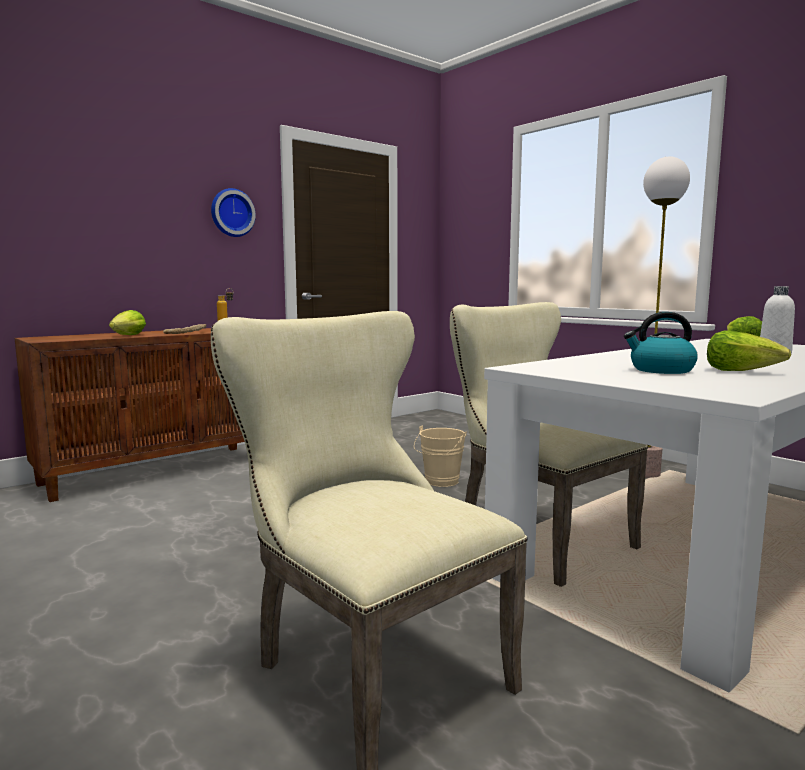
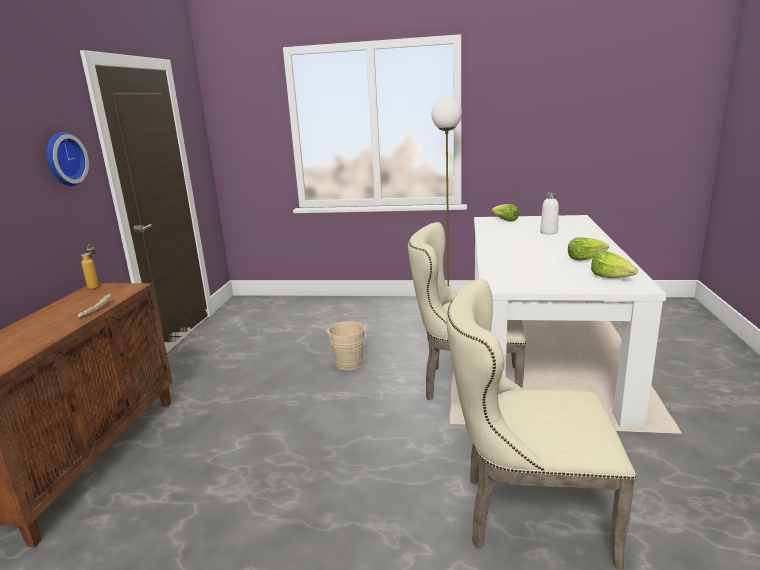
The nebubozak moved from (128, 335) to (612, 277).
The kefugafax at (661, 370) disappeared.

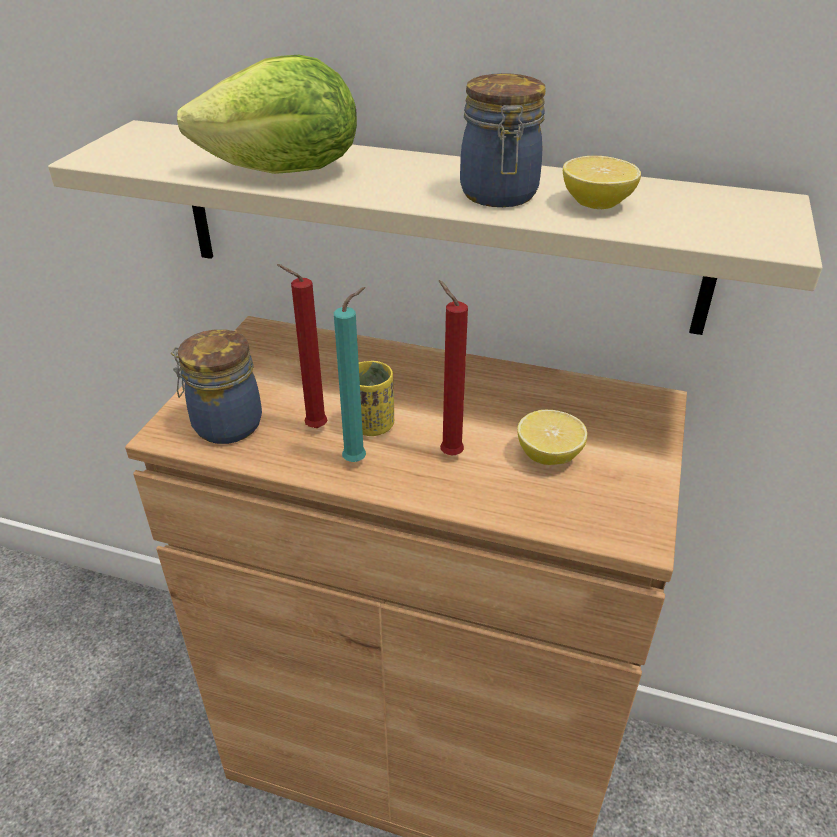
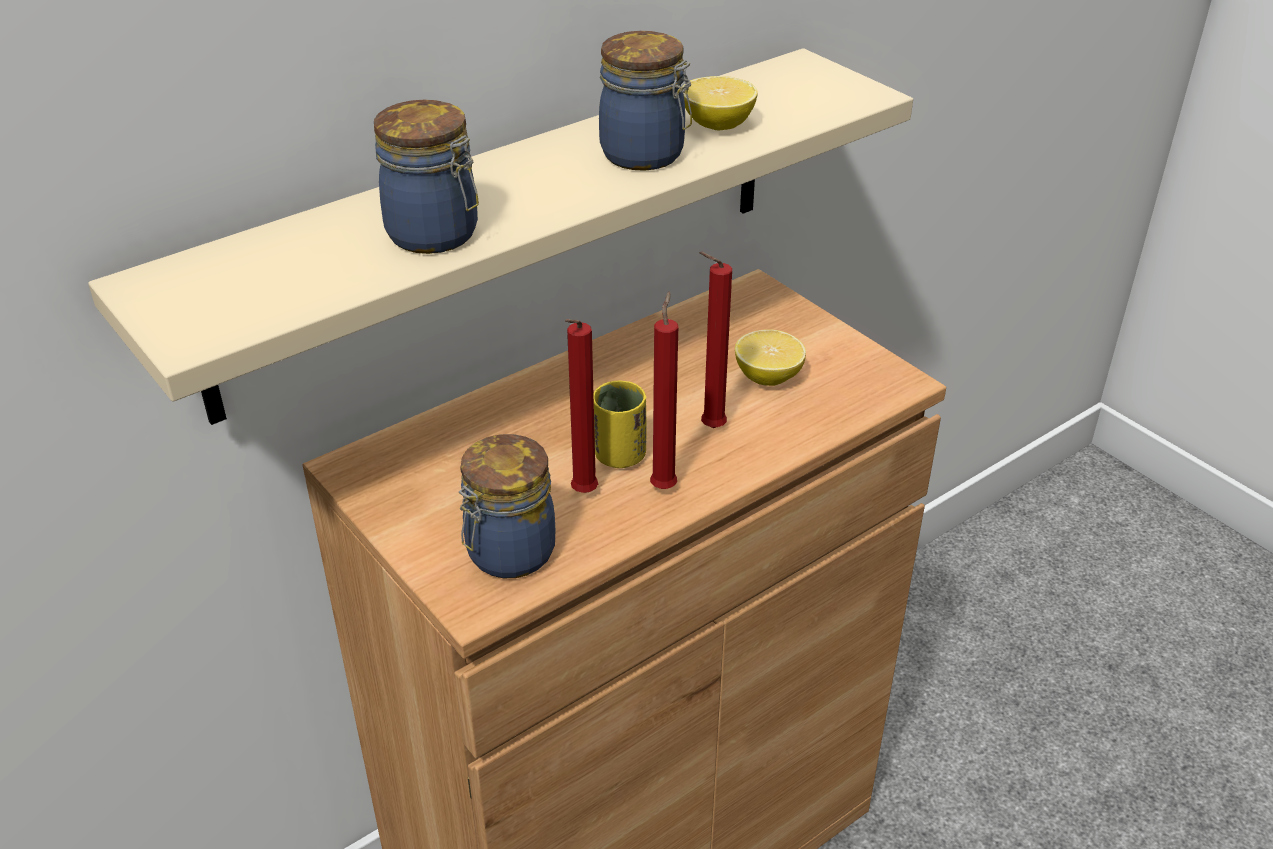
The nebubozak at (284, 173) was replaced by the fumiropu at (436, 235).
The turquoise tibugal at (358, 460) became the red tibugal at (664, 485).

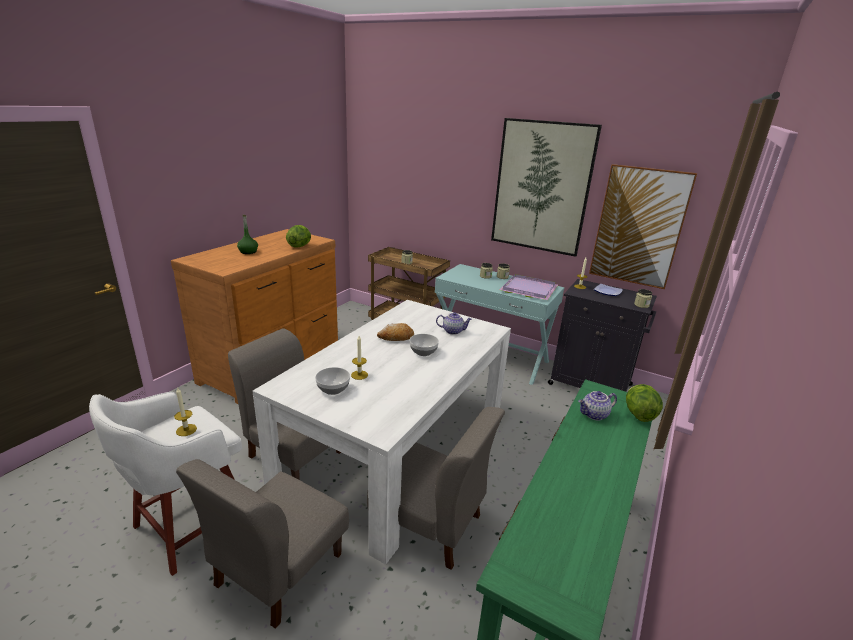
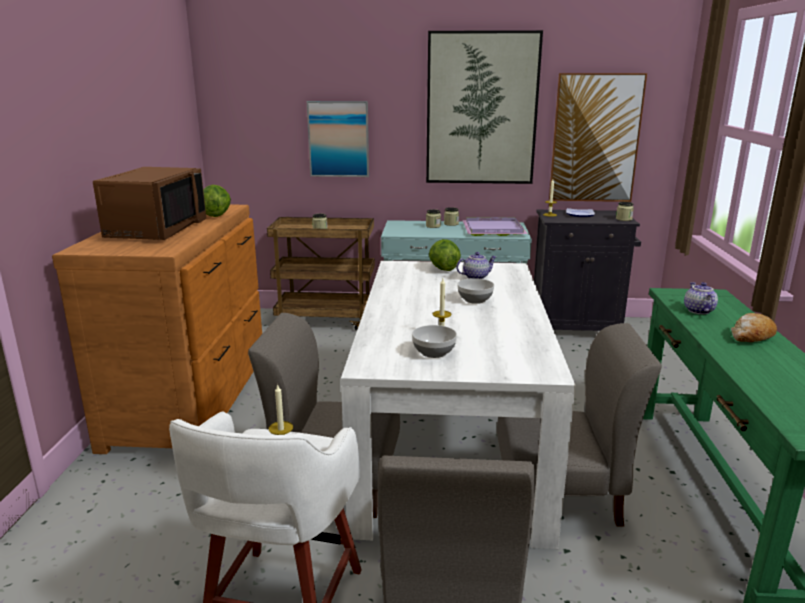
The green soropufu at (248, 252) was replaced by the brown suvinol at (155, 230).
The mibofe moved from (396, 338) to (751, 336).
The nebubozak moved from (638, 414) to (443, 269).
The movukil at (594, 415) turned 135 degrees clockwise.
The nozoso at (338, 139) appeared.

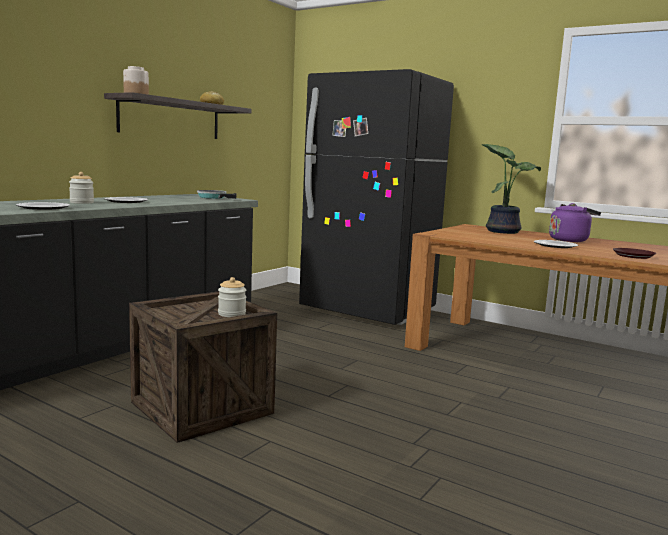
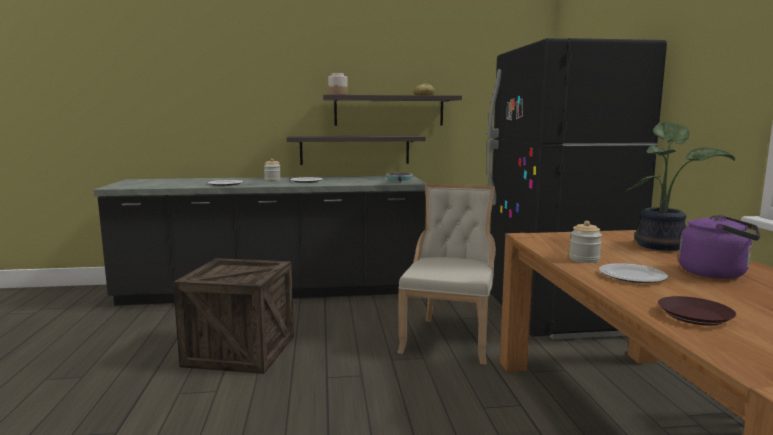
The fumiropu moved from (232, 314) to (584, 259).
The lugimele at (355, 150) appeared.
The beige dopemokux at (449, 338) appeared.

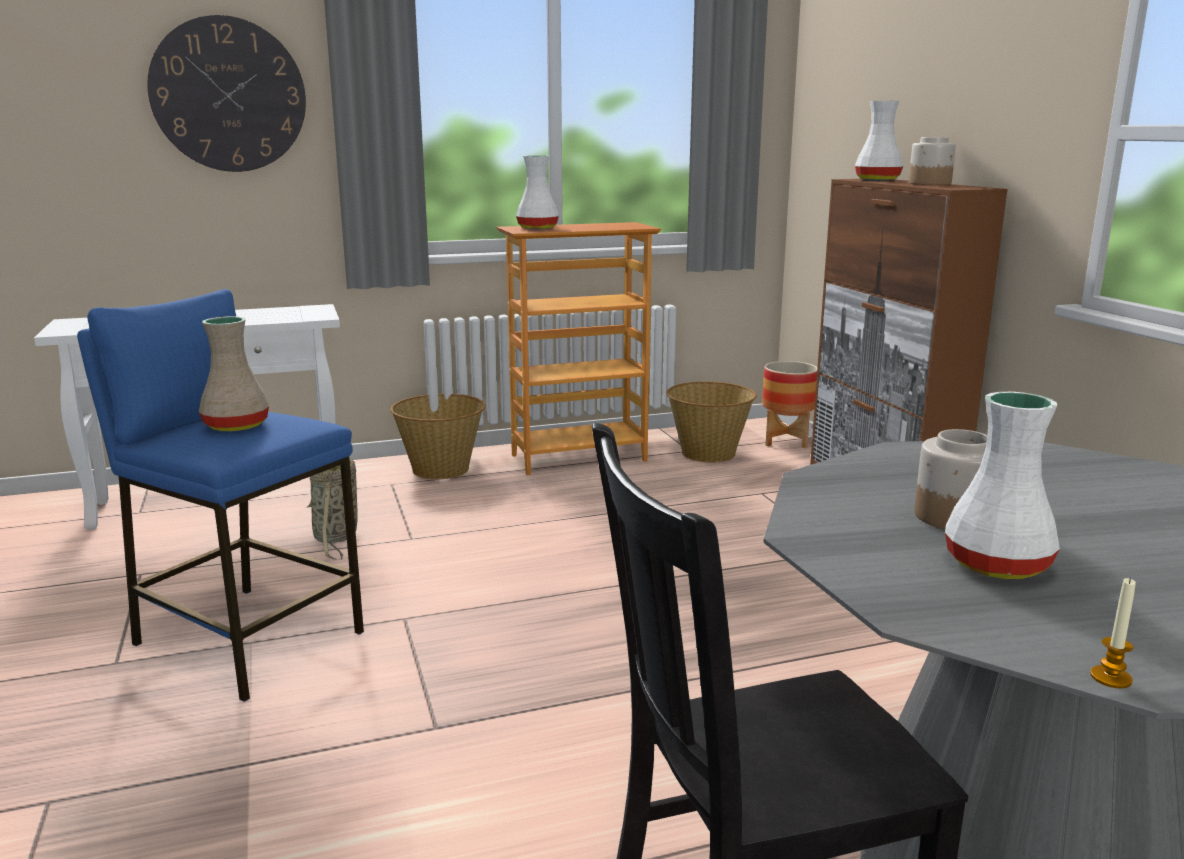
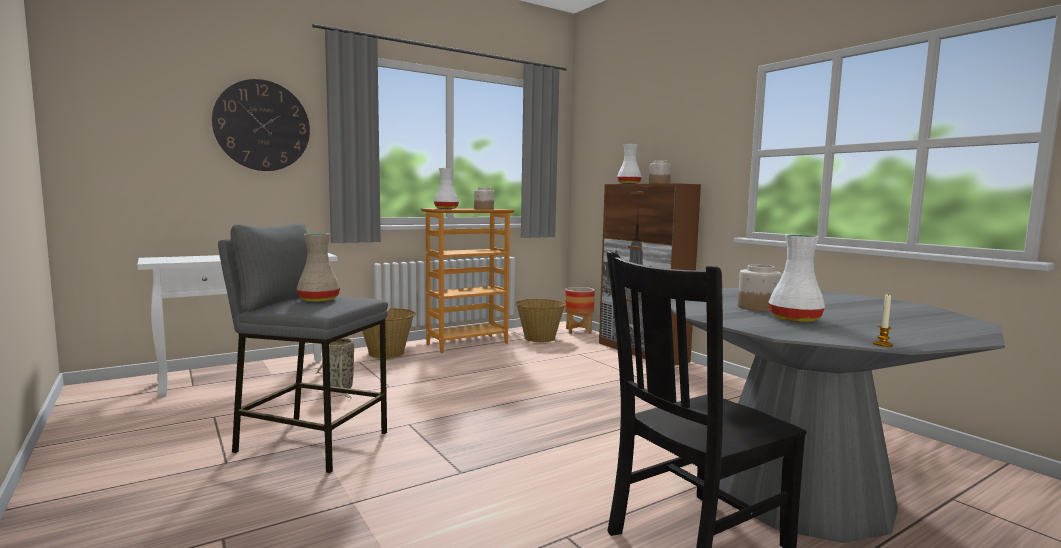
The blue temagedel at (248, 638) became the grey temagedel at (312, 442).
The fumiropu at (483, 209) appeared.

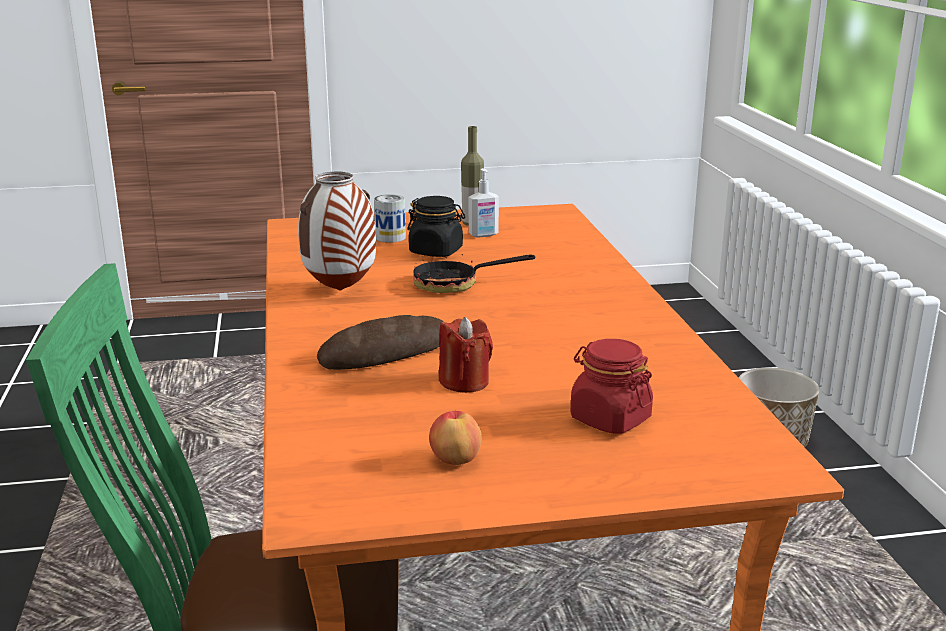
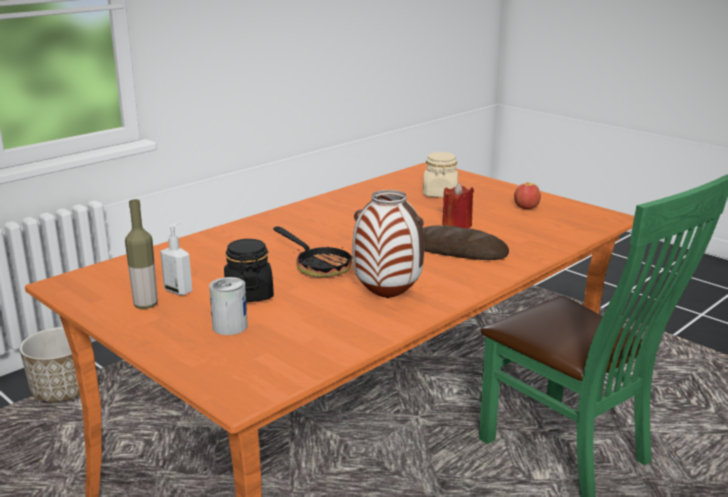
The red fumiropu at (609, 419) became the beige fumiropu at (440, 194).

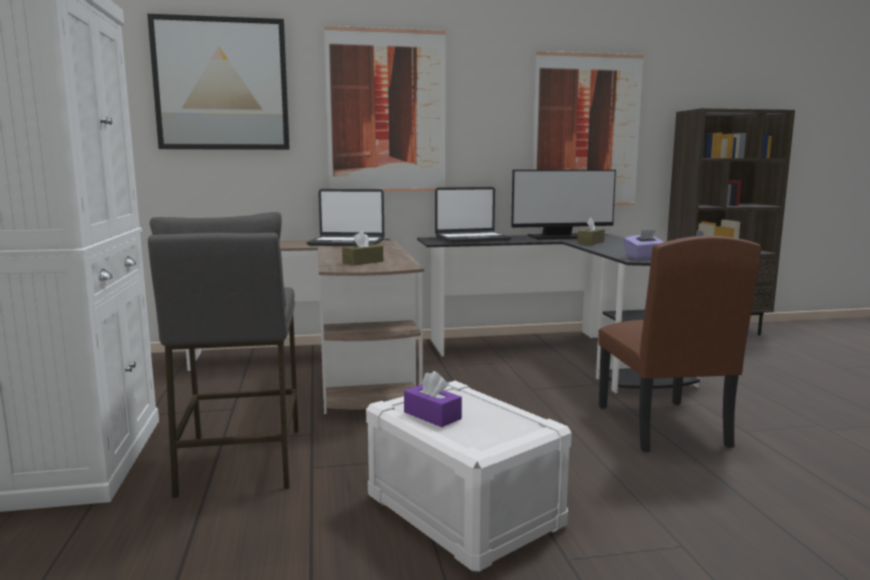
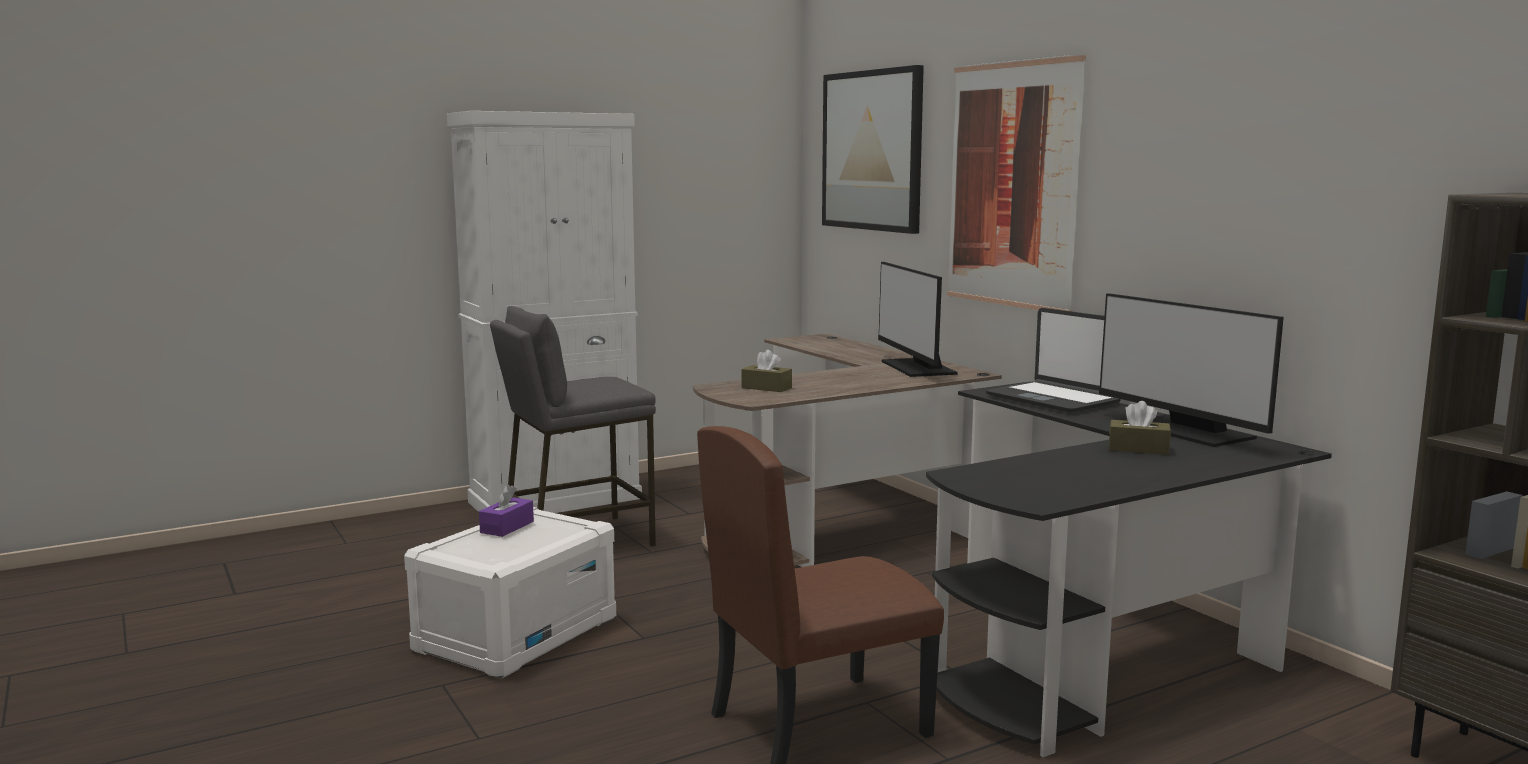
The nozoso at (586, 130) disappeared.
The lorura at (346, 243) was replaced by the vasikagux at (916, 368).
The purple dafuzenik at (644, 258) disappeared.

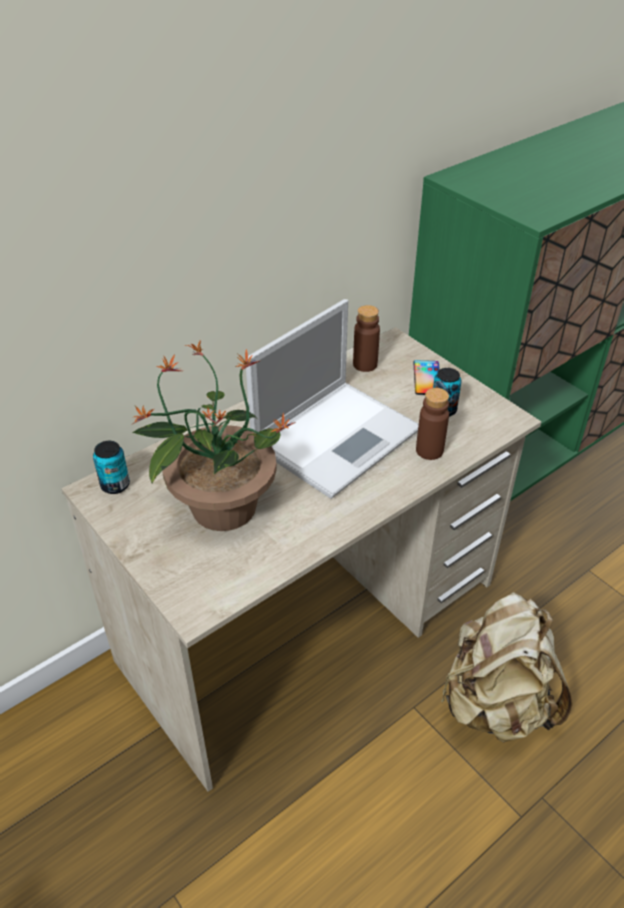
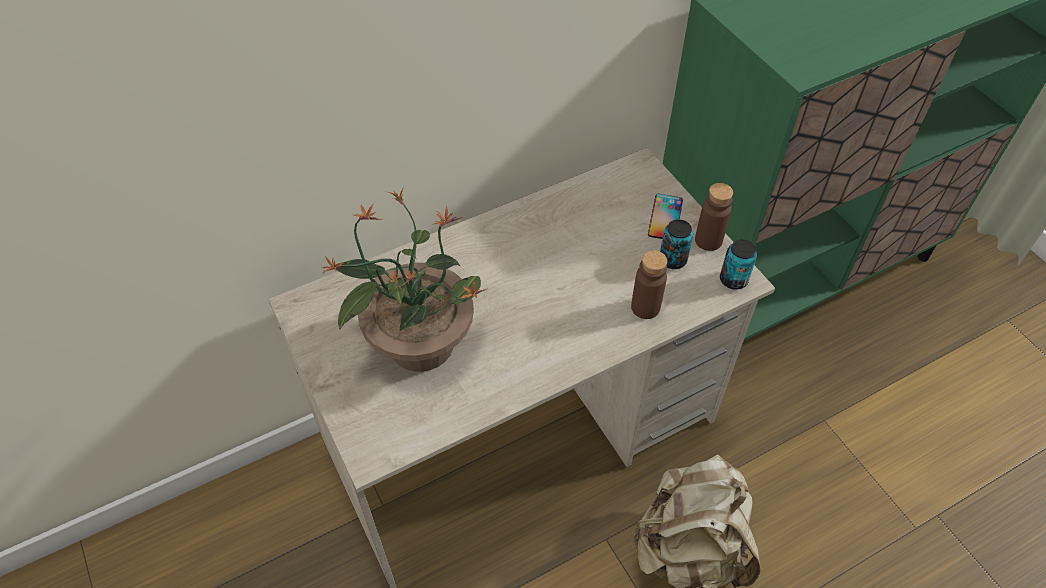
The lorura at (338, 436) disappeared.
The brown soropufu moved from (365, 364) to (708, 240).
The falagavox moved from (115, 485) to (733, 280).

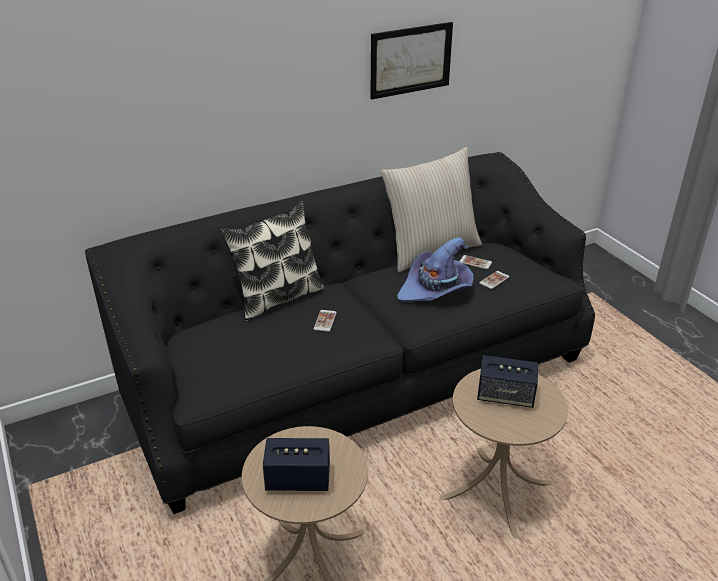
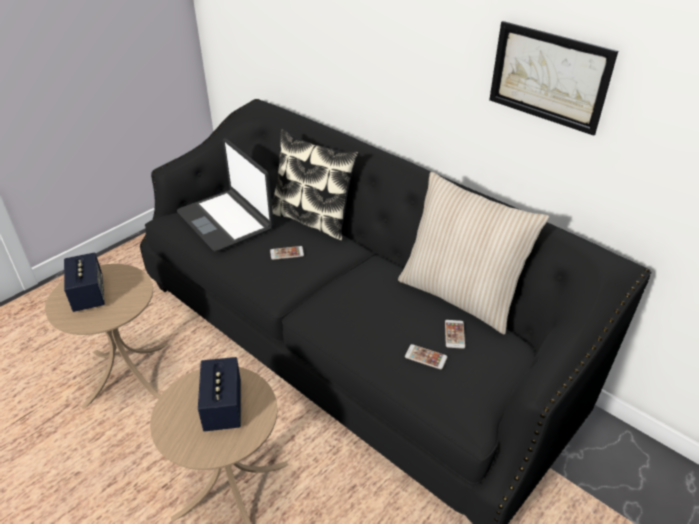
The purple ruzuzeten at (436, 289) disappeared.
The lorura at (226, 221) appeared.

